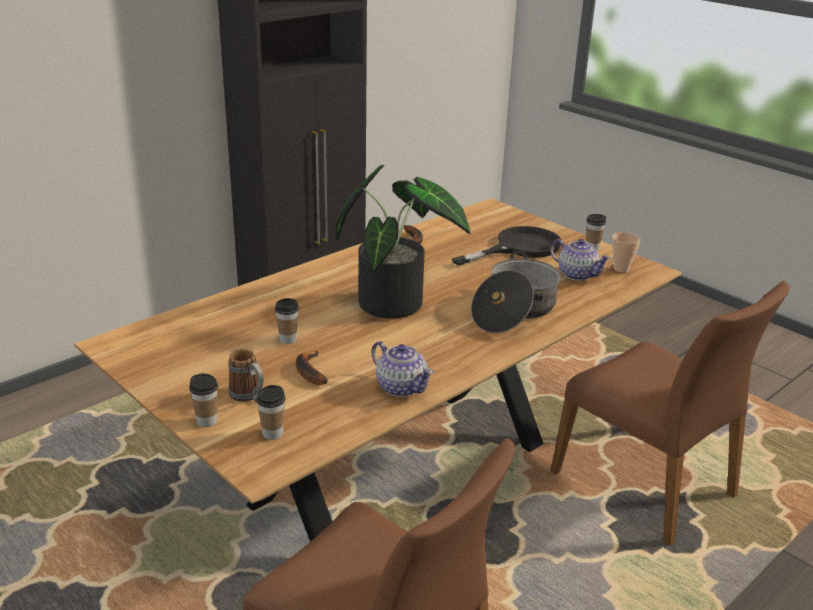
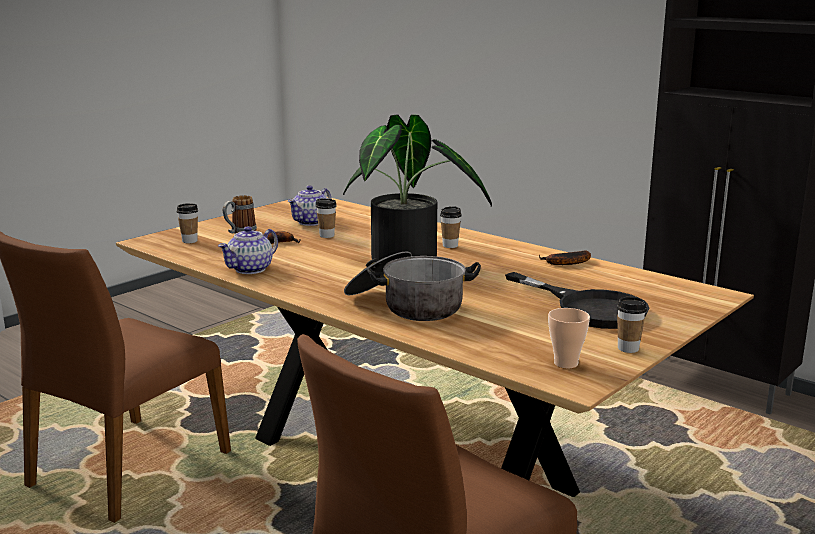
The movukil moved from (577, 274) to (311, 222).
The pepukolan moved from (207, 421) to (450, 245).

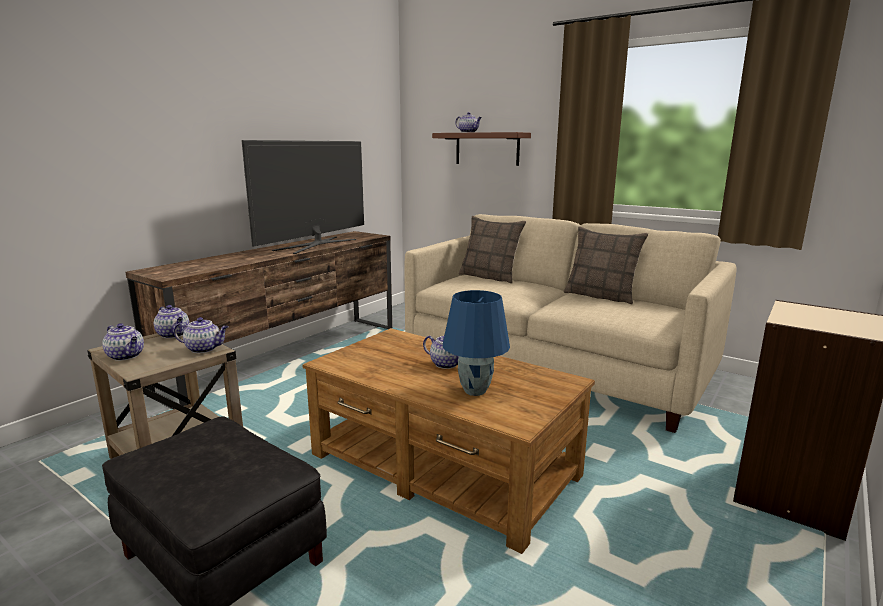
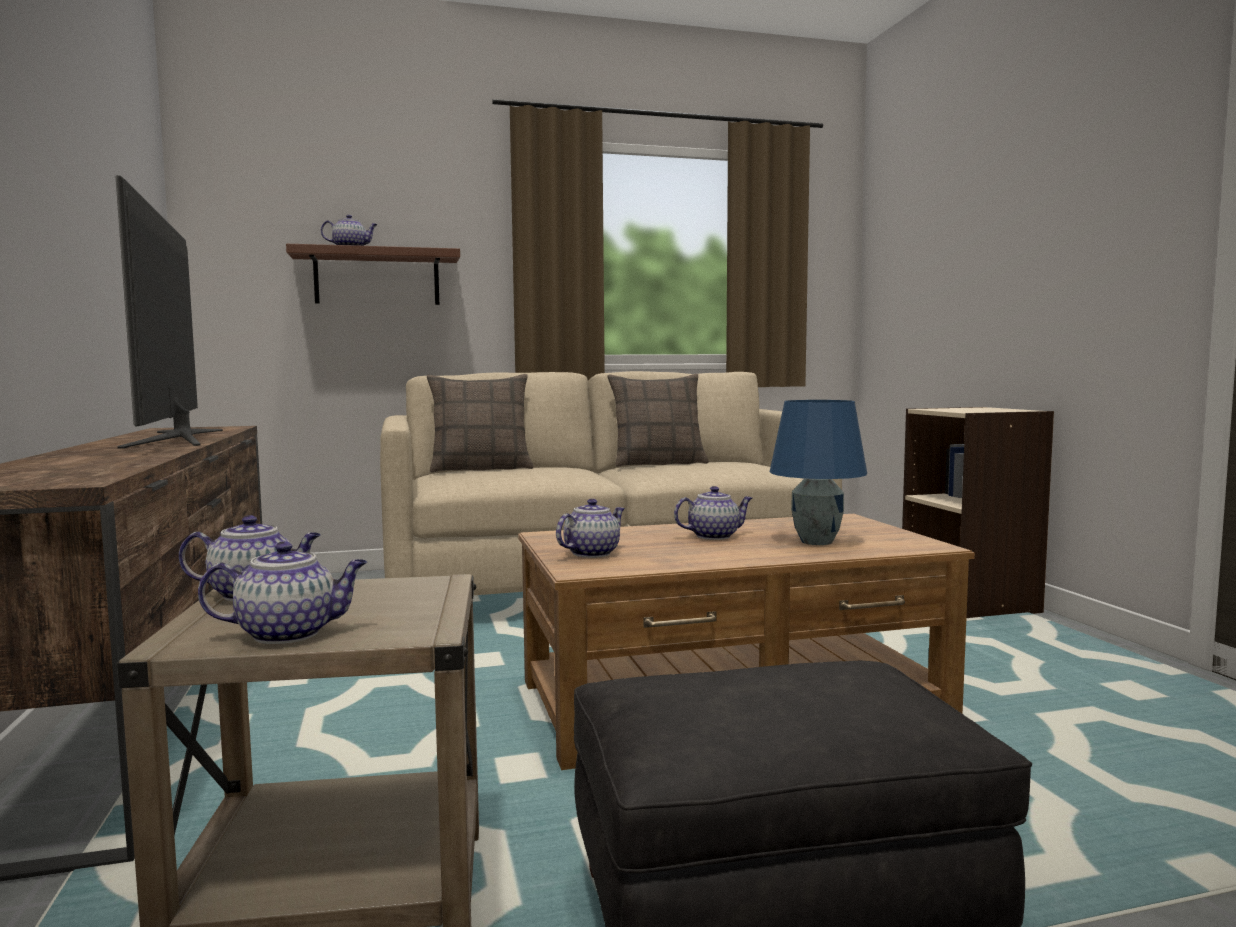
The movukil moved from (204, 349) to (592, 553).

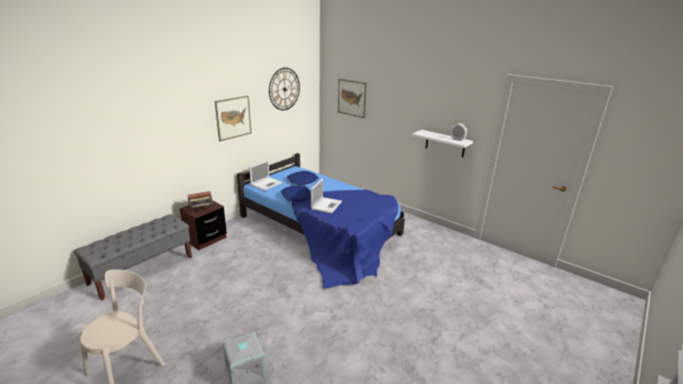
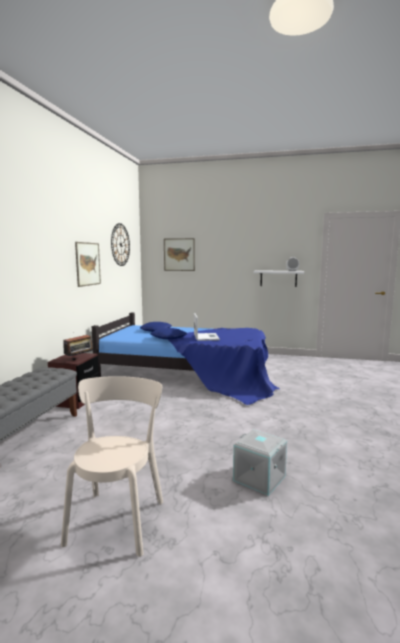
The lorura at (267, 184) disappeared.

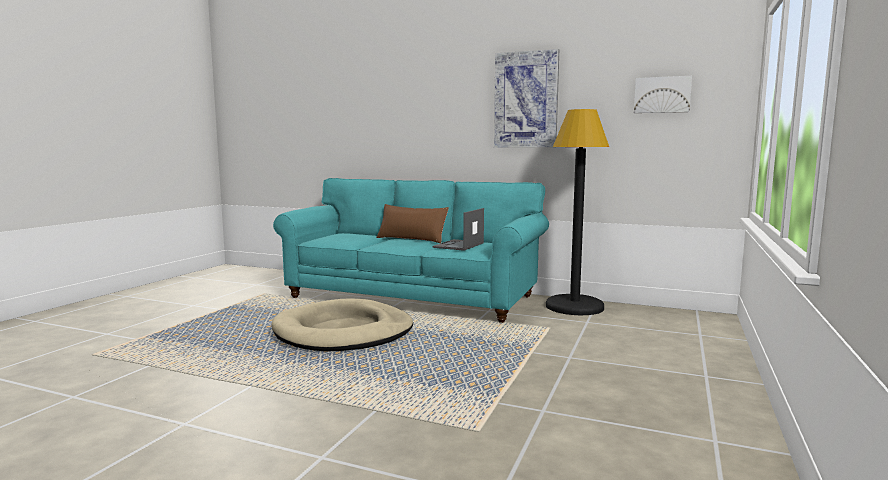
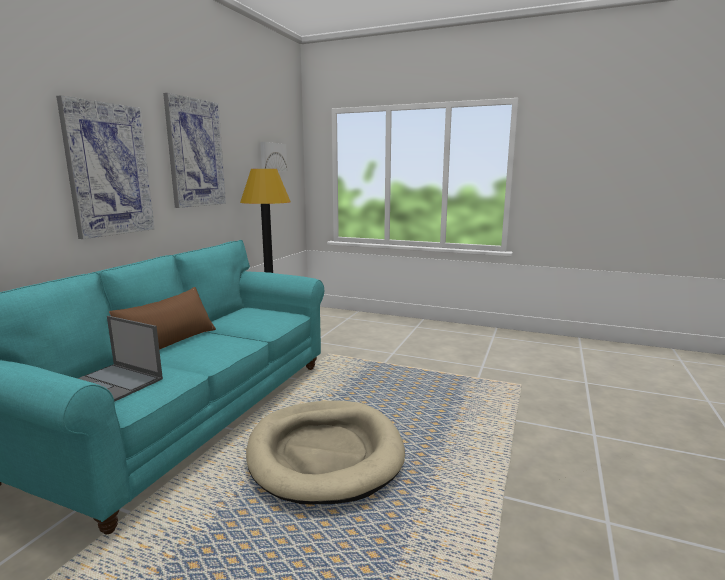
The lorura moved from (458, 245) to (115, 382).
The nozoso at (108, 170) appeared.

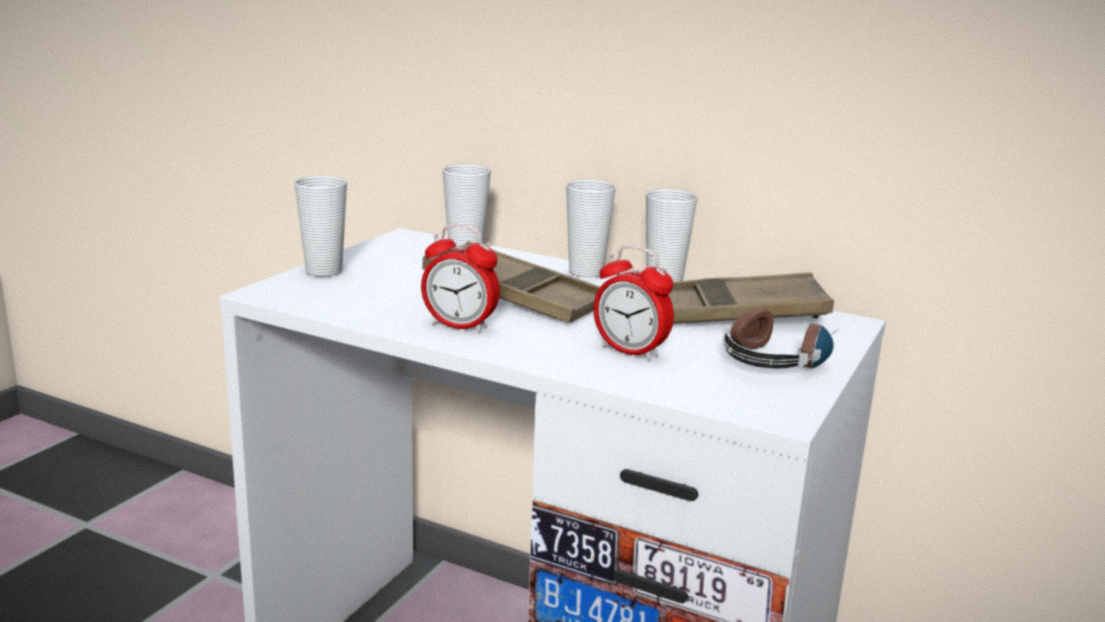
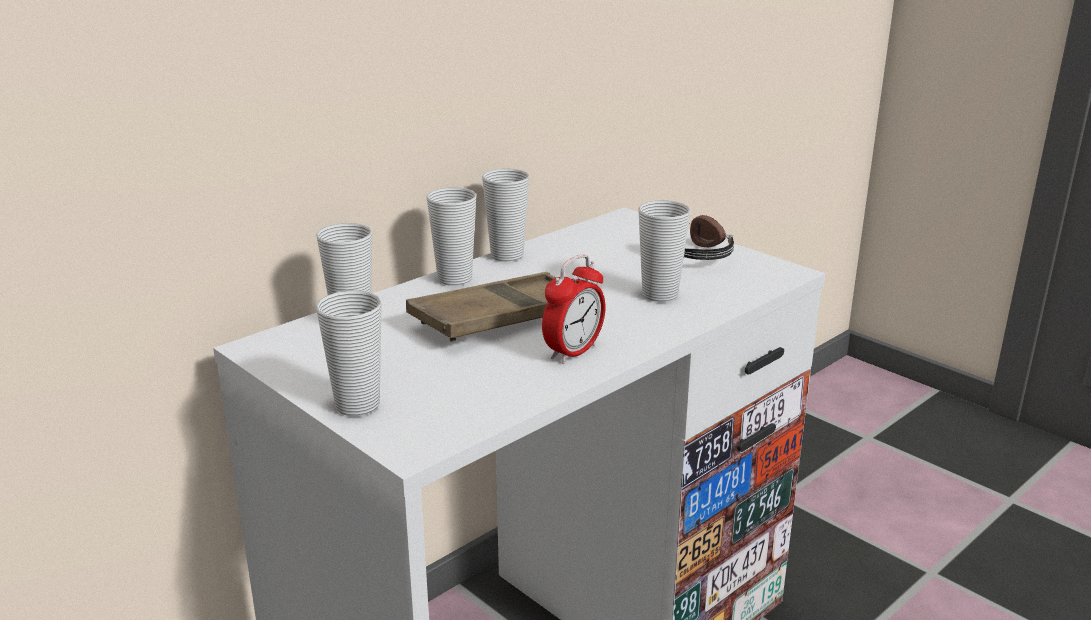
The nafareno at (630, 351) was replaced by the pepukolan at (659, 295).
The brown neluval at (730, 314) disappeared.

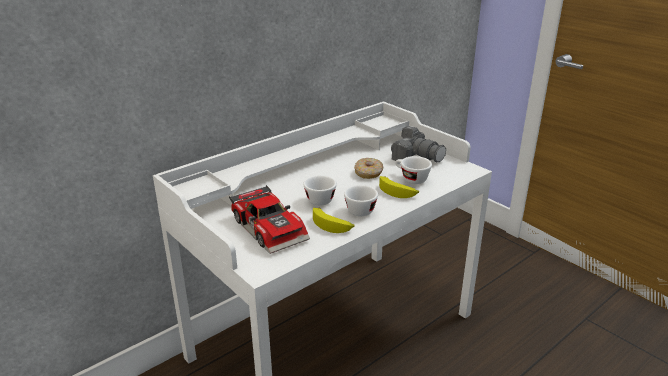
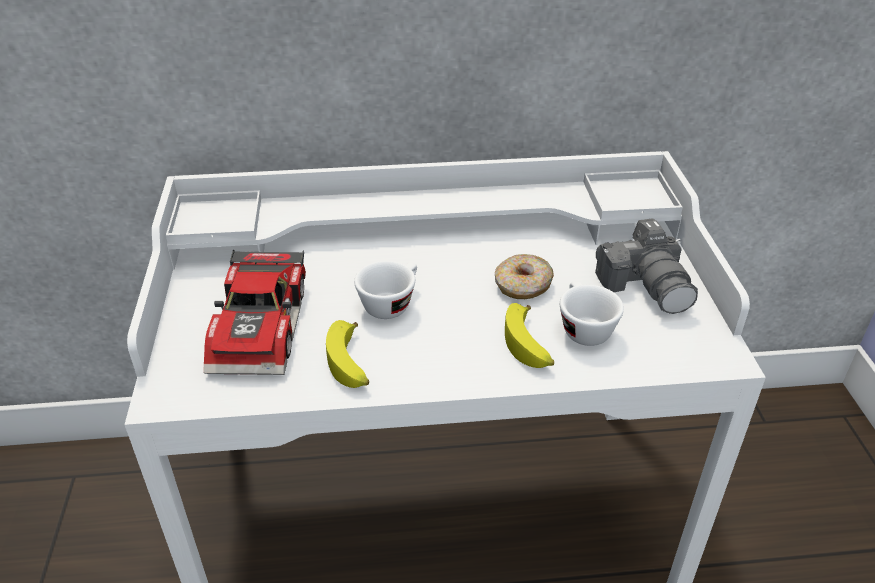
The white pepukolan at (361, 209) disappeared.

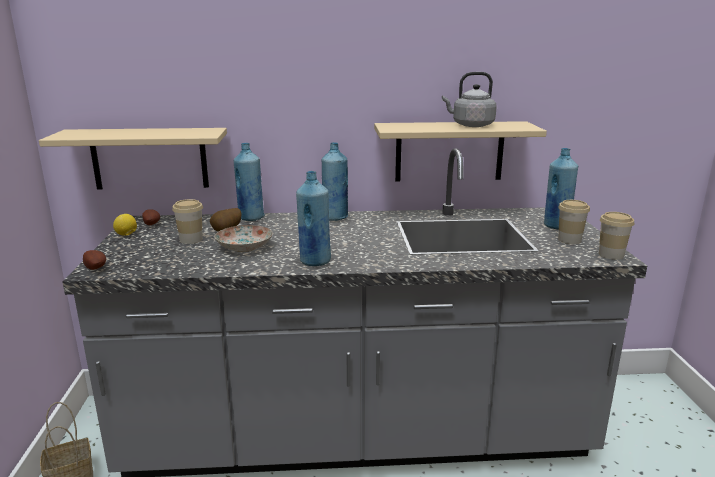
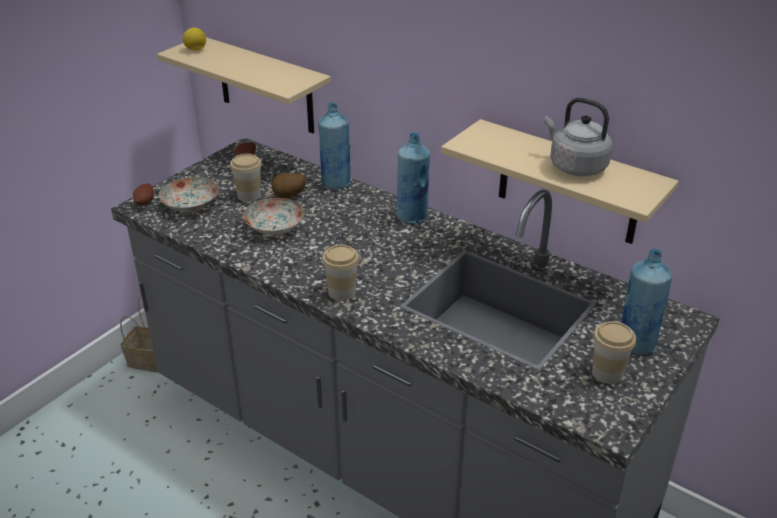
The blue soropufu at (314, 261) disappeared.
The pepukolan moved from (611, 255) to (342, 292).
The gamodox moved from (126, 235) to (195, 50).
The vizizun at (191, 205) appeared.

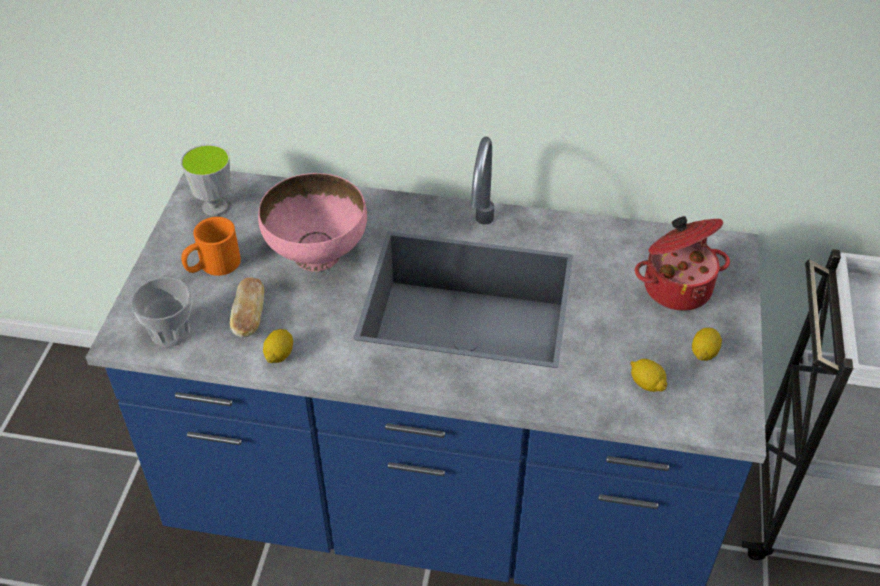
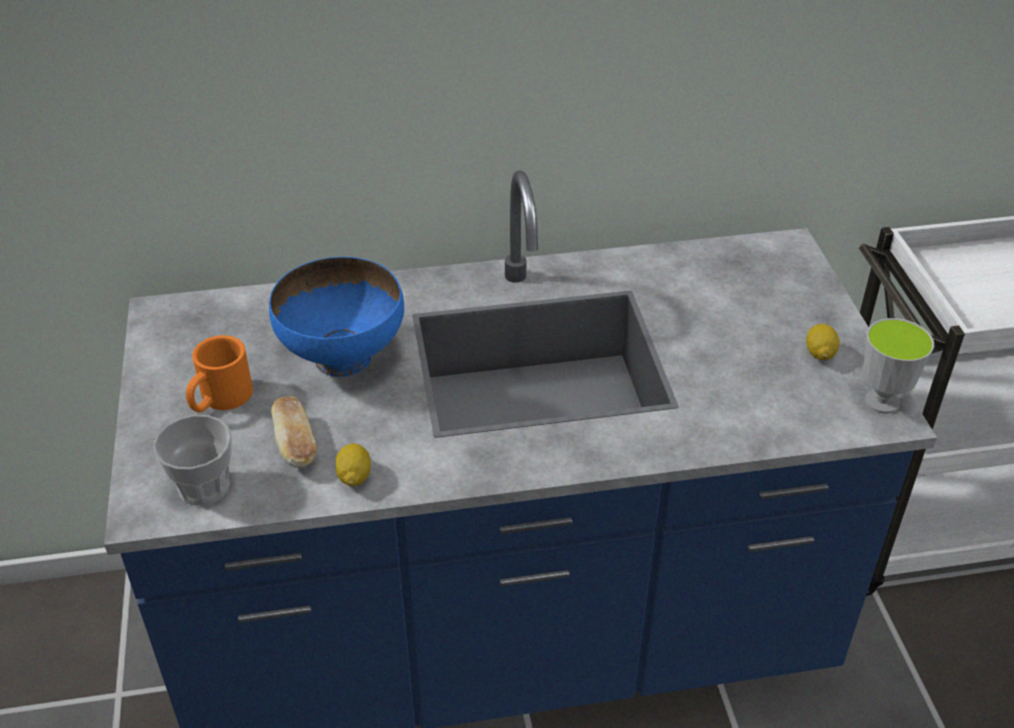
The pepukolan moved from (215, 207) to (882, 401).
The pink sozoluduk at (318, 254) became the blue sozoluduk at (344, 357).
The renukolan at (676, 286) disappeared.
The gamodox at (646, 383) disappeared.

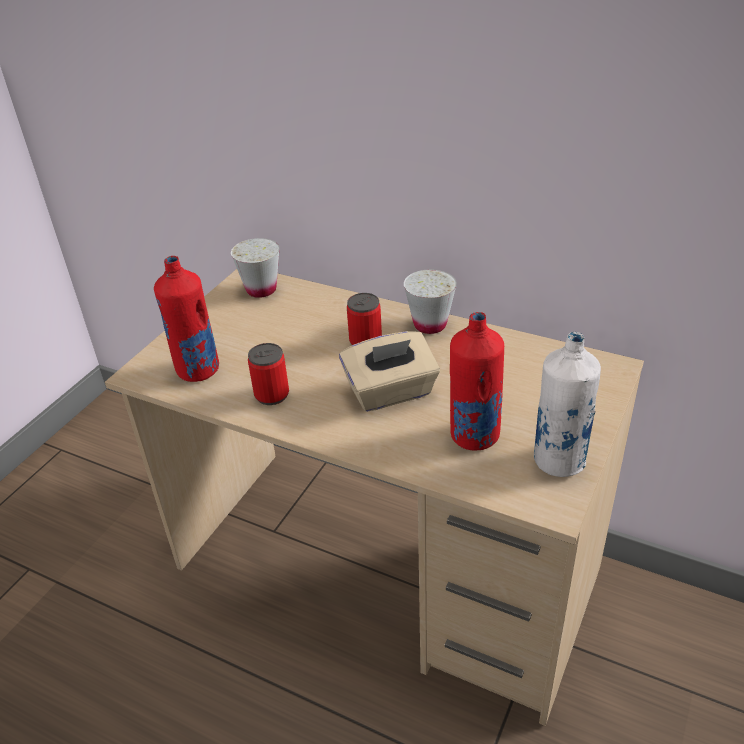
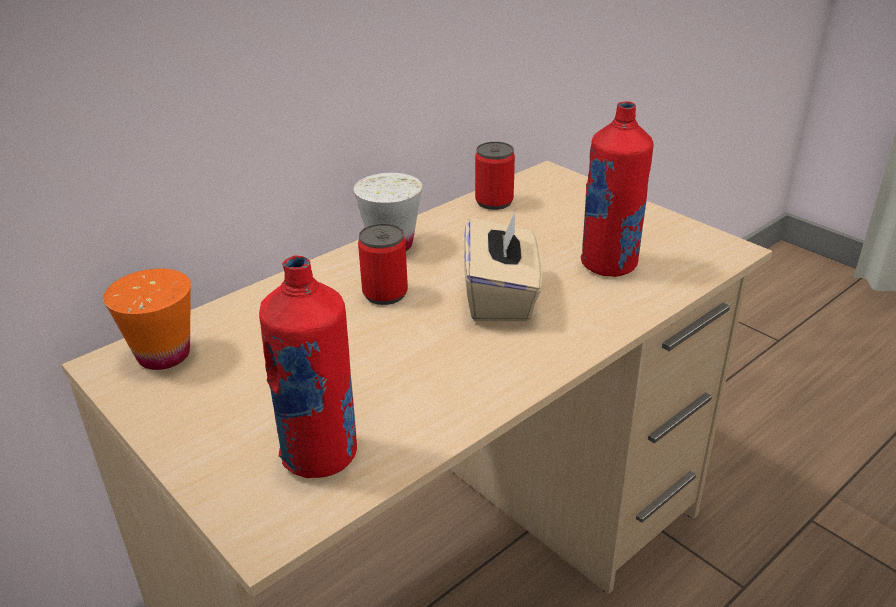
The white pepukolan at (261, 290) became the orange pepukolan at (164, 355).
The white soropufu at (559, 460) disappeared.
The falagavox moved from (272, 395) to (494, 202).

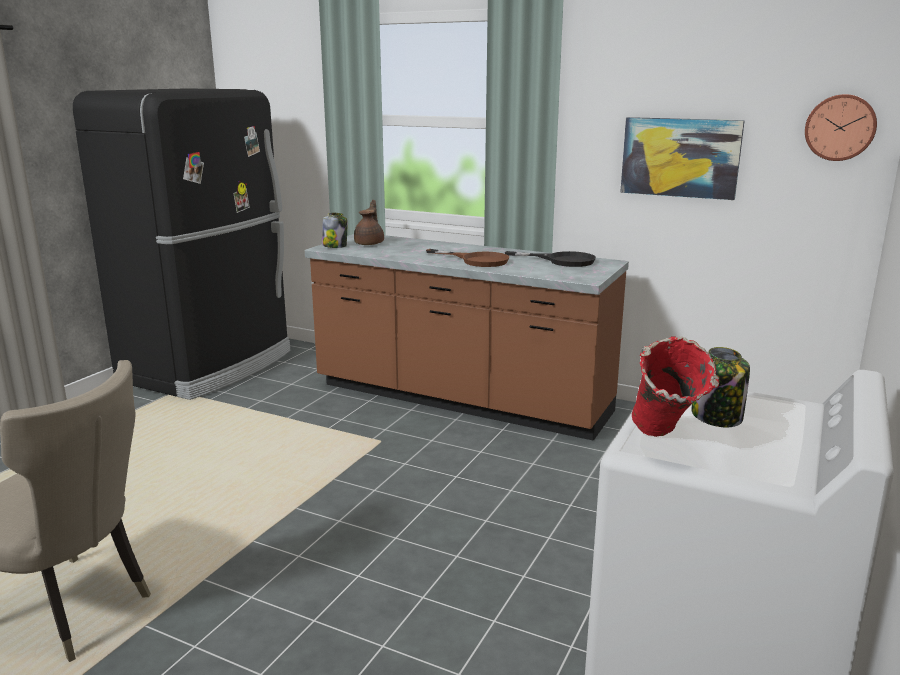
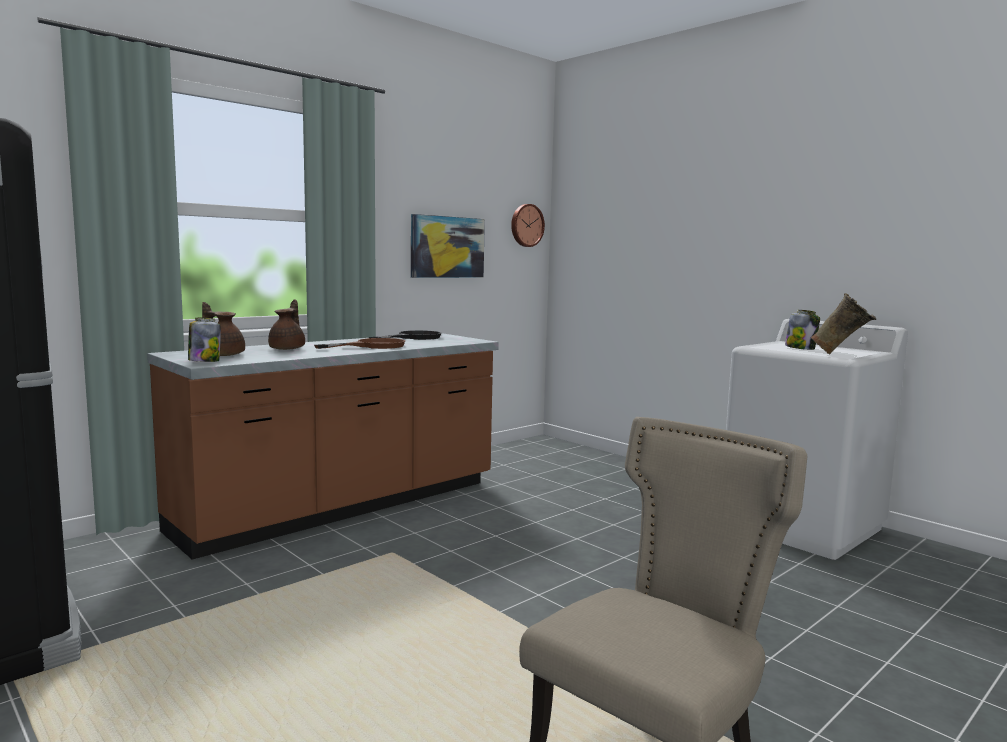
The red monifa at (663, 445) became the beige monifa at (841, 355).
The brown movukil at (288, 348) appeared.

